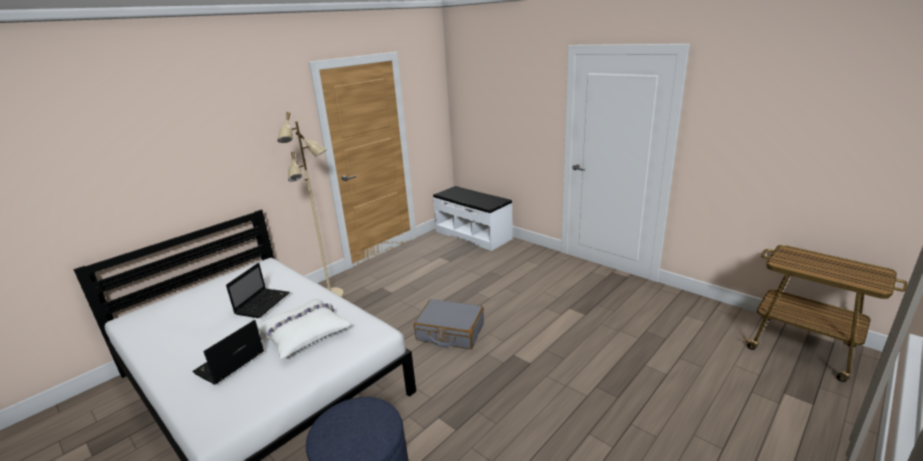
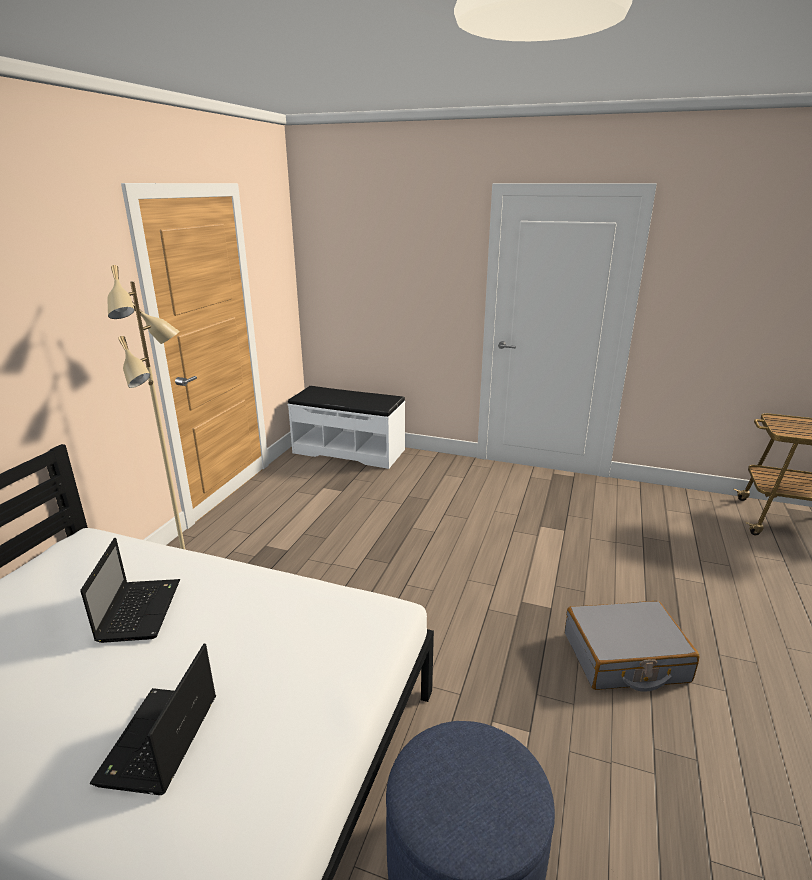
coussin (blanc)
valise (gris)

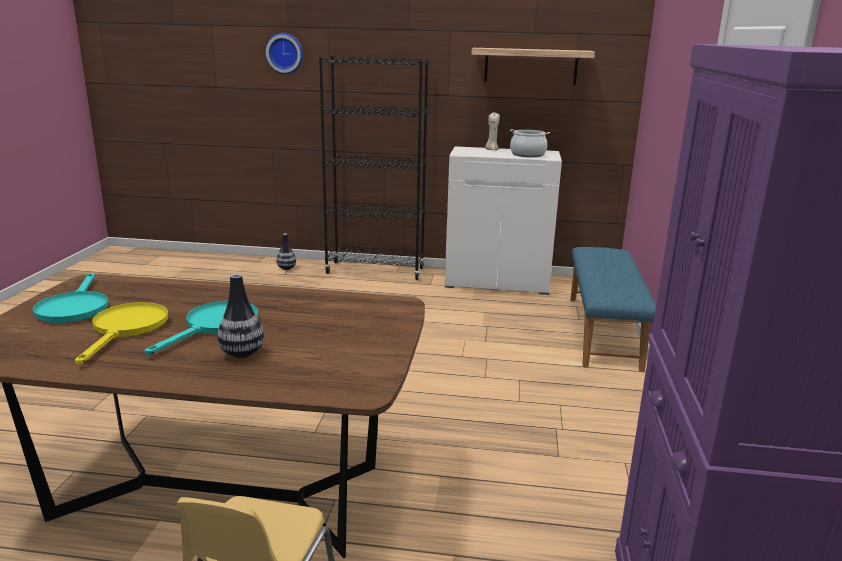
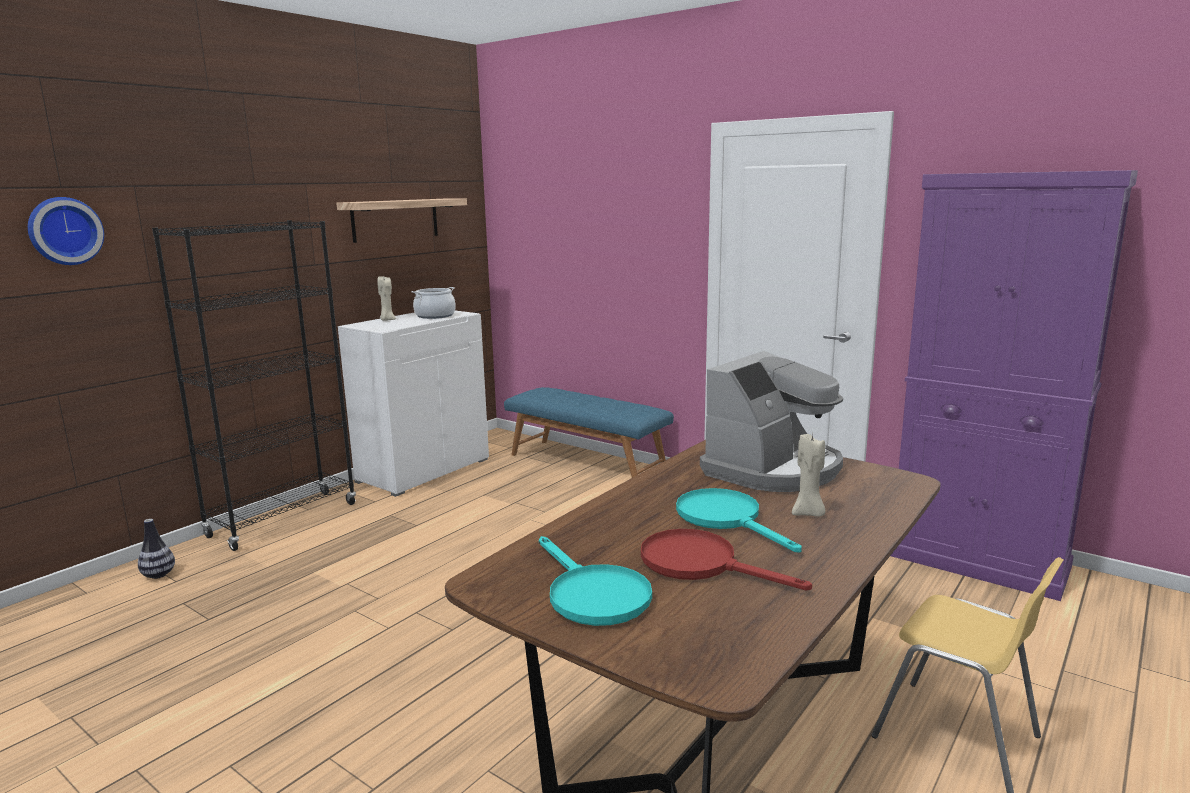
poêle (turquoise) (1st from left)
bougie (beige) (2nd from left)
poêle (rouge)
machine à café

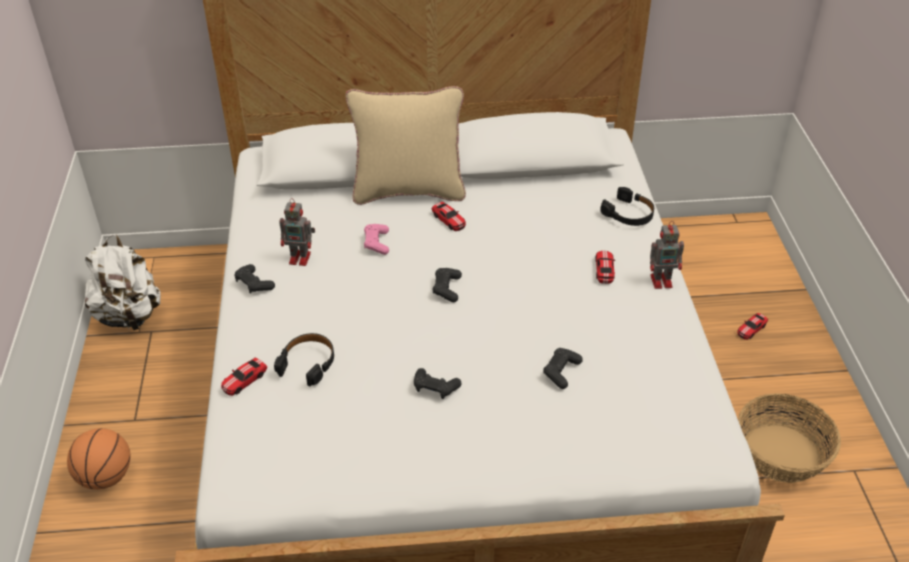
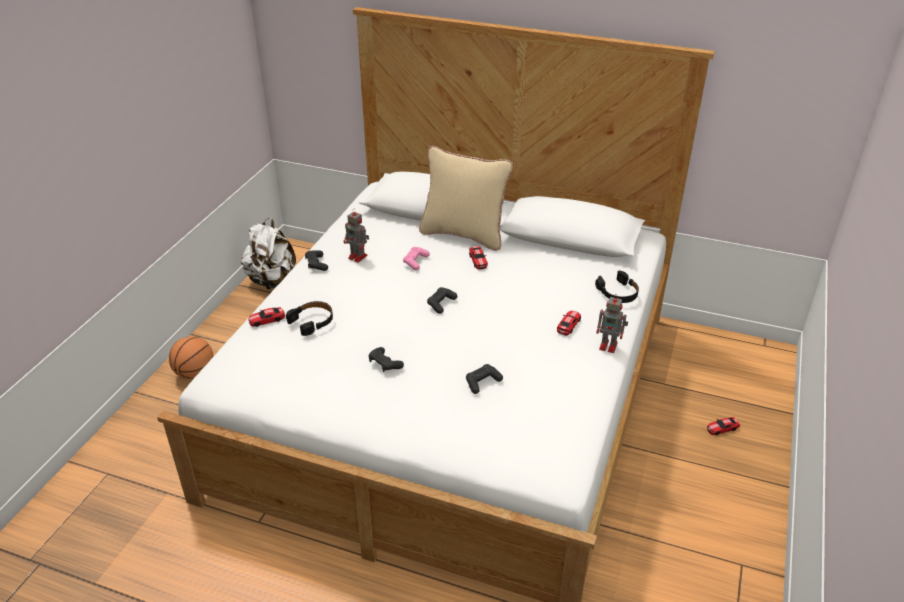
panier

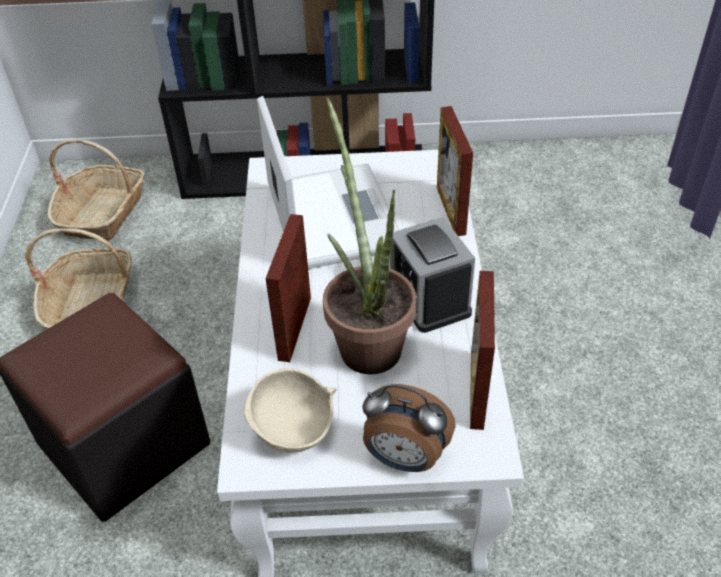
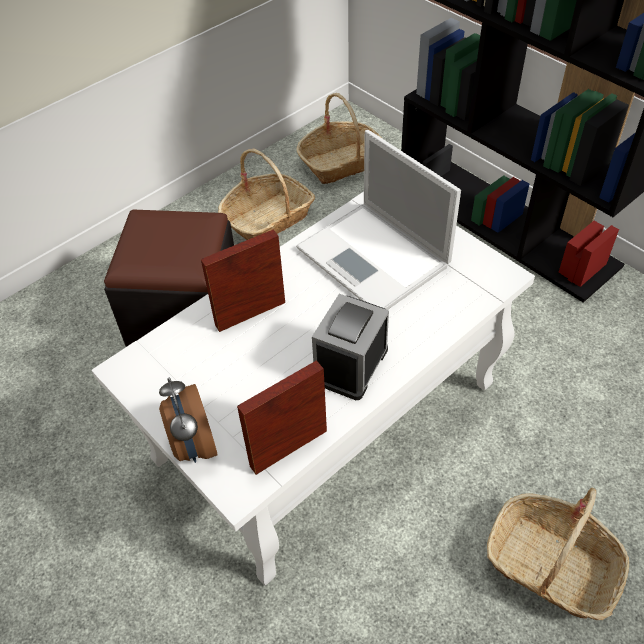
ordinateur portable
plante en pot
cadre photo (2nd from left in the first image)
bol (beige)
panier (3rd from left)

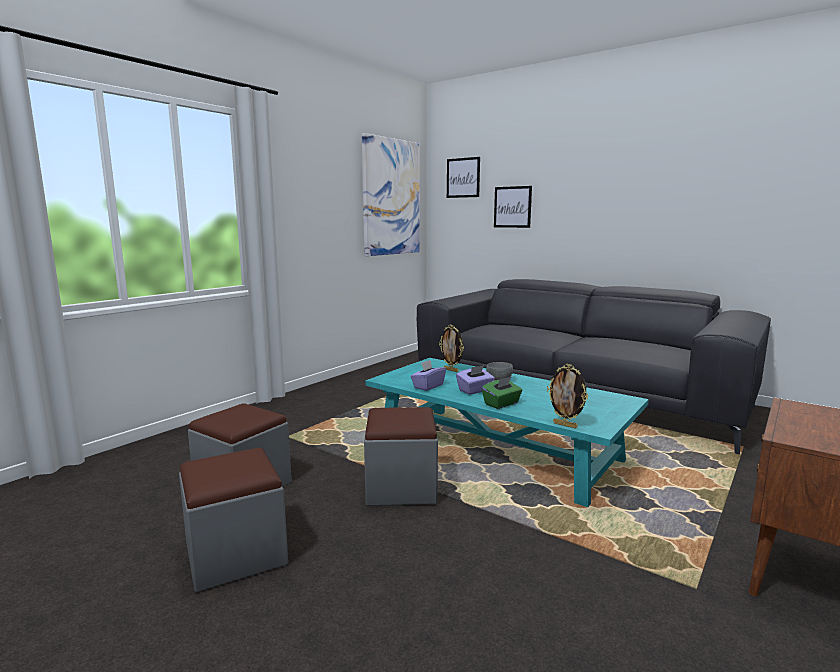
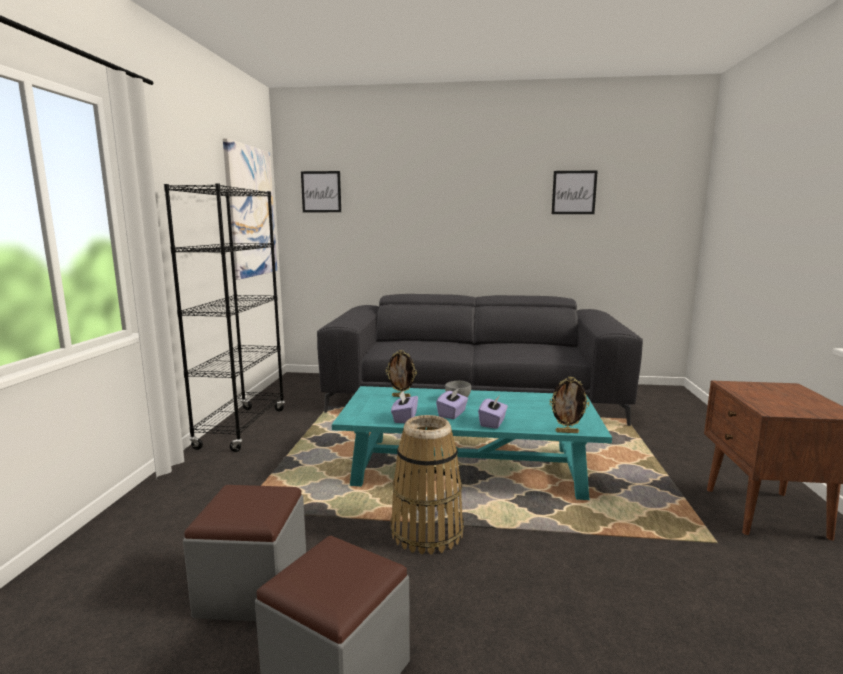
tableau (3rd from left)
boîte à mouchoirs (violet) (3rd from left)
panier
bibliothèque (noir)

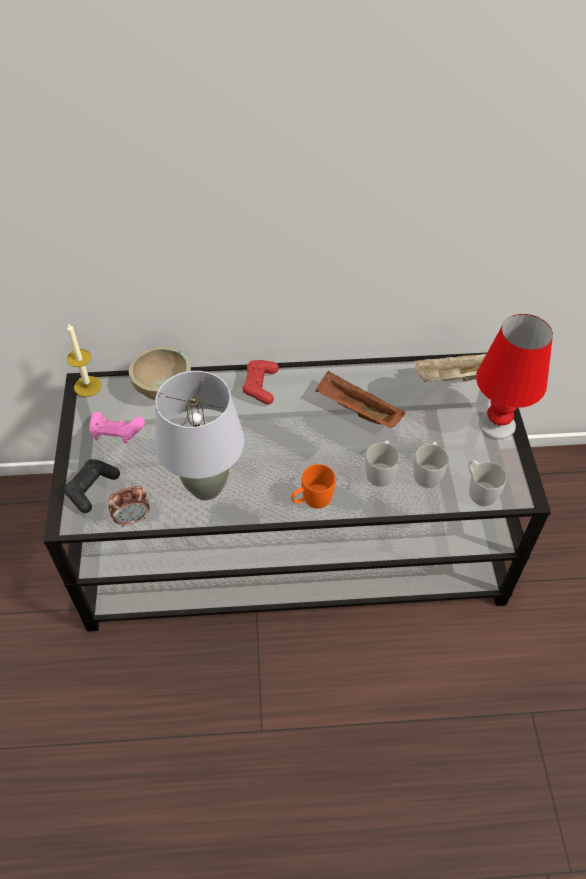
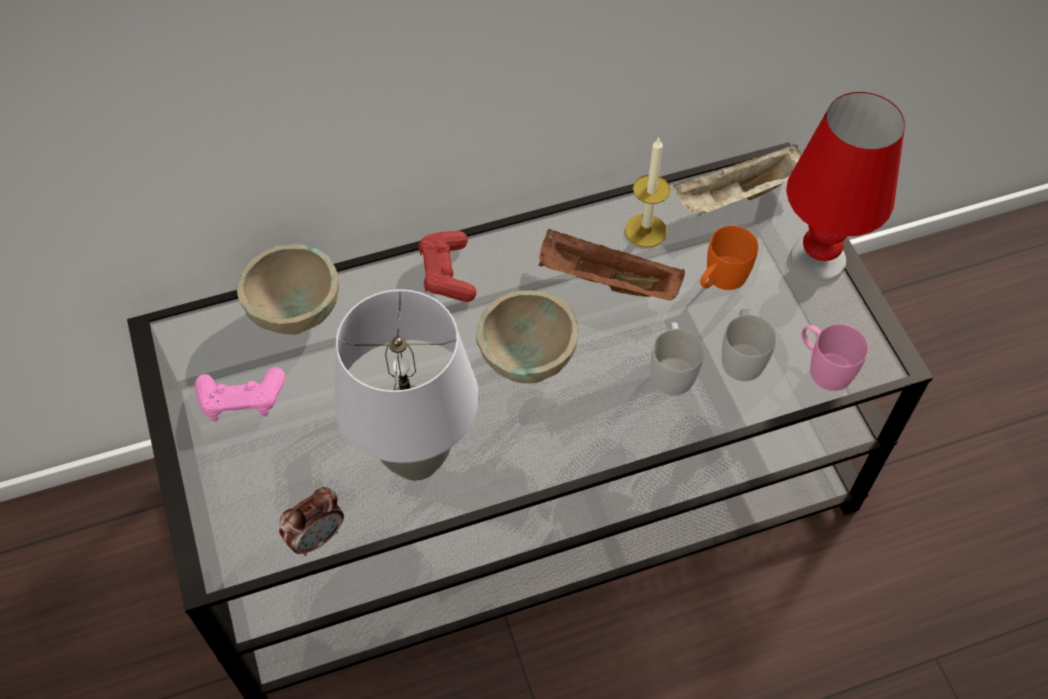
bougie
manette (noir)
mug (rose)
mug (orange)
bol (beige) (2nd from left)

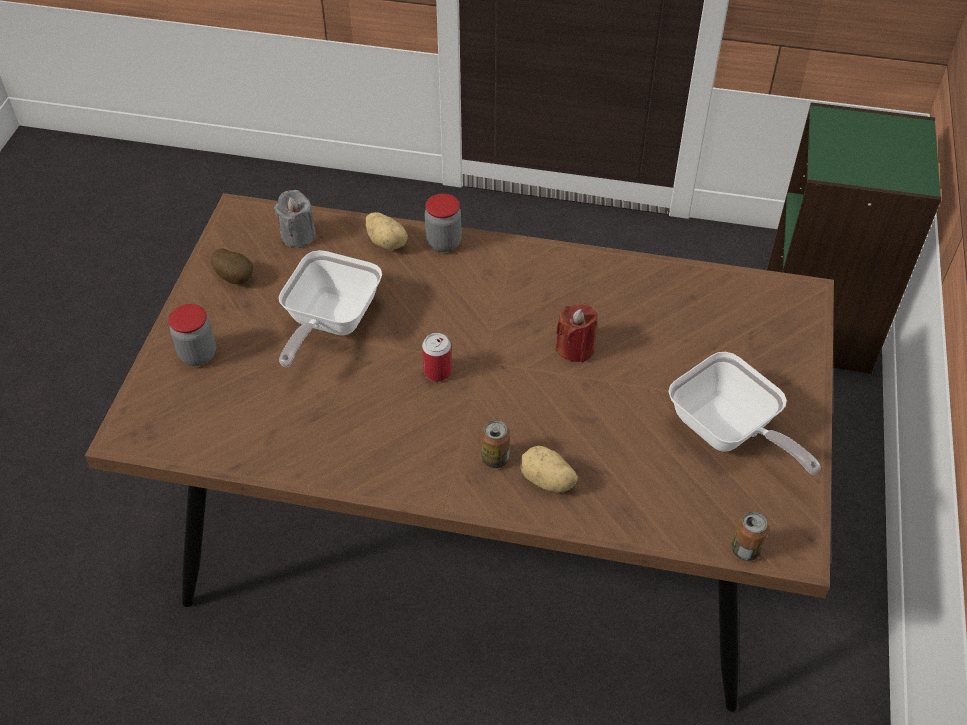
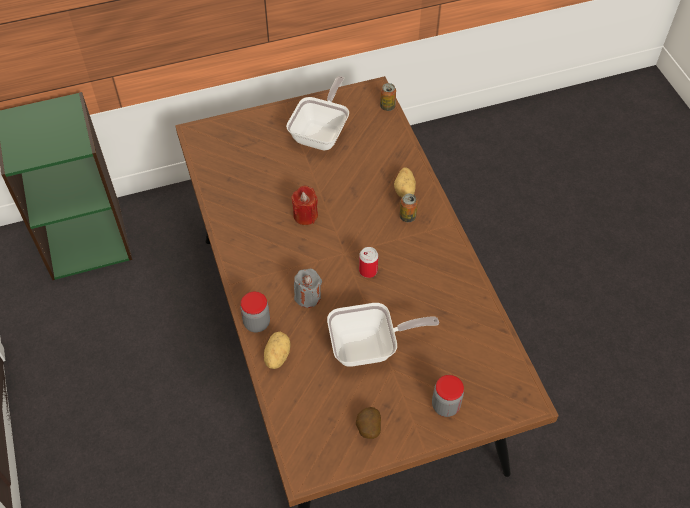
bougie (gris)

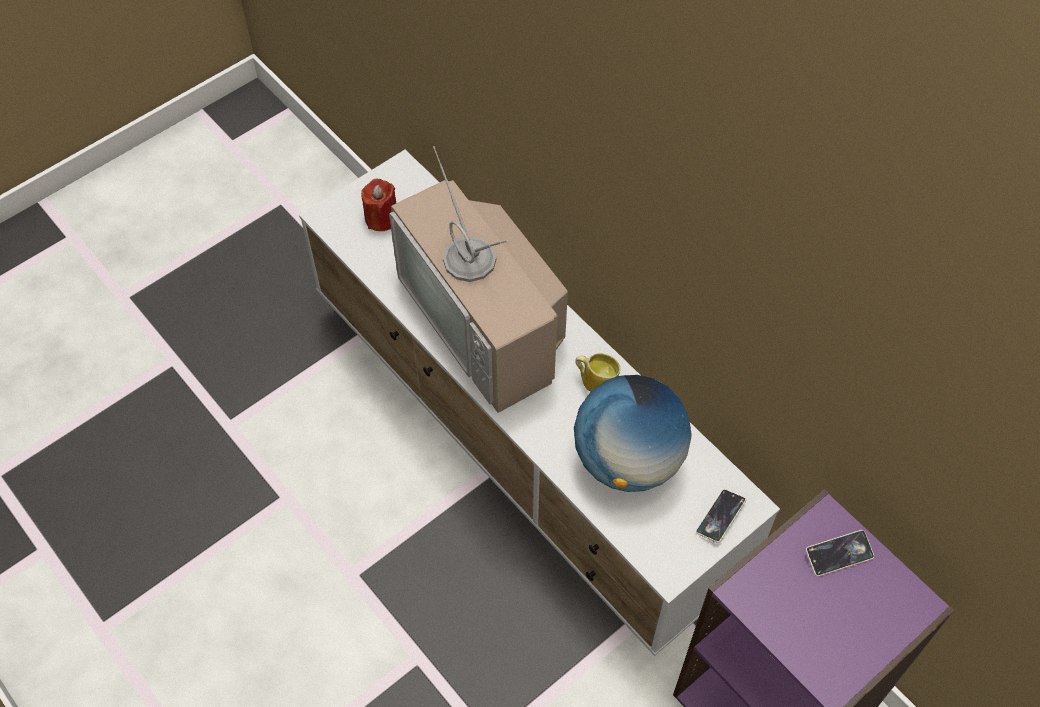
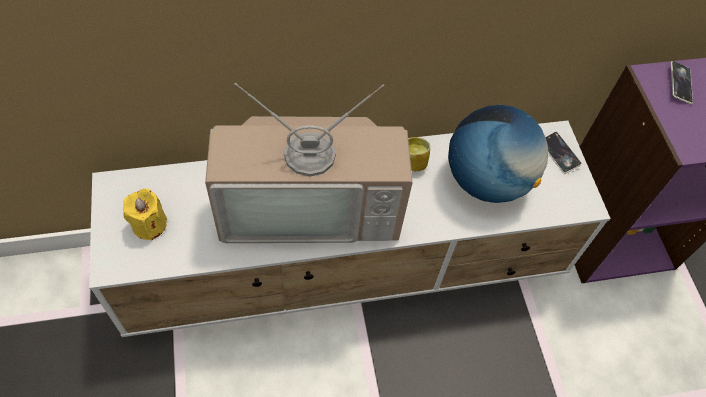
bougie (jaune)

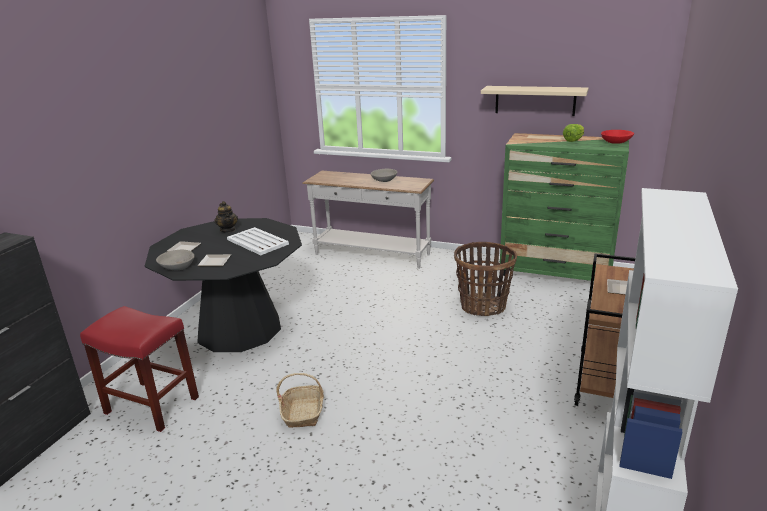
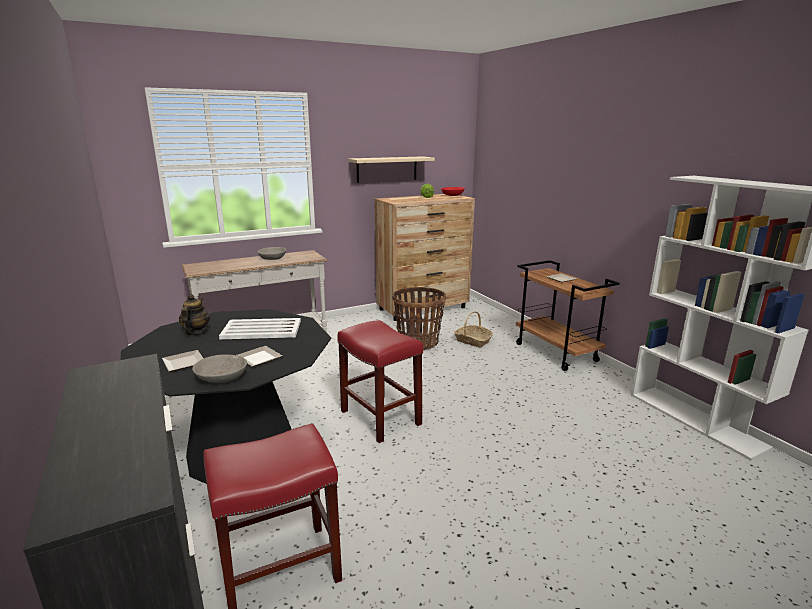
commode (marron)
théière
panier (2nd from left)
tabouret (rouge) (2nd from left)

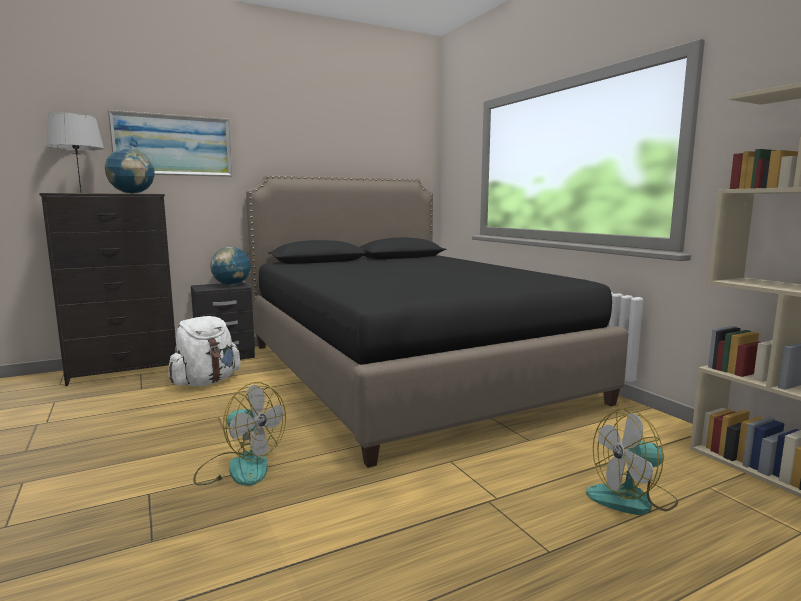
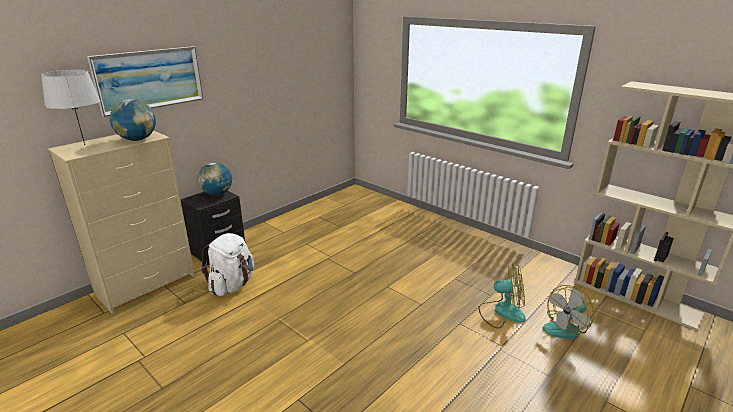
lit (noir)
commode (beige)
ventilateur (1st from left)

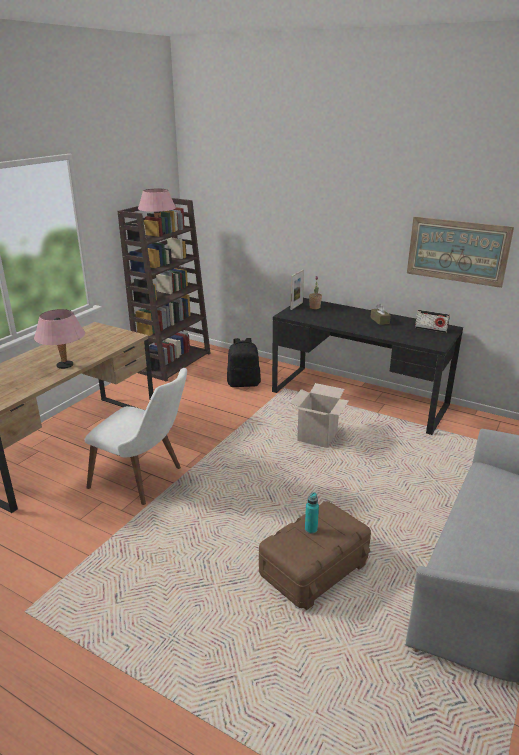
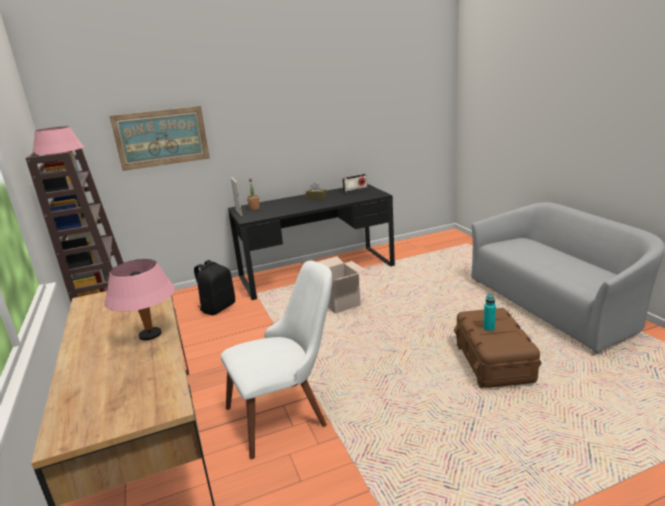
tableau

